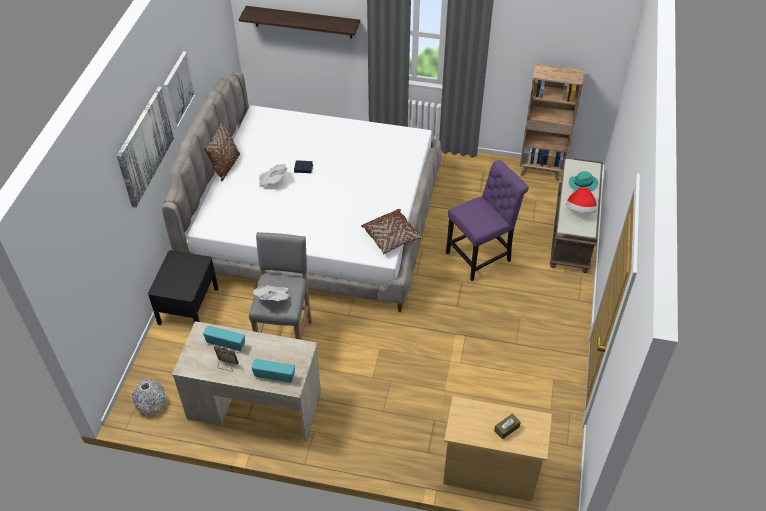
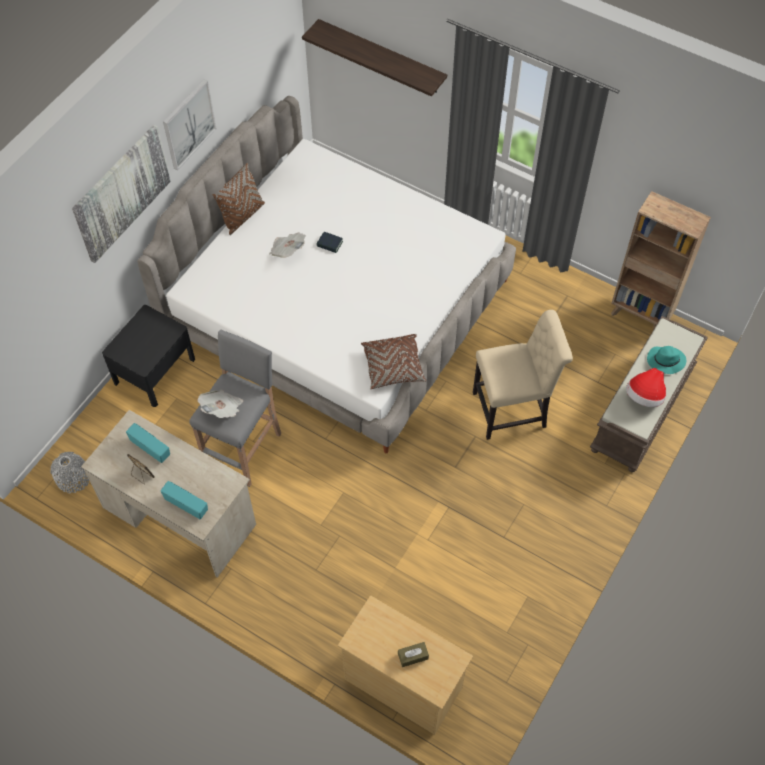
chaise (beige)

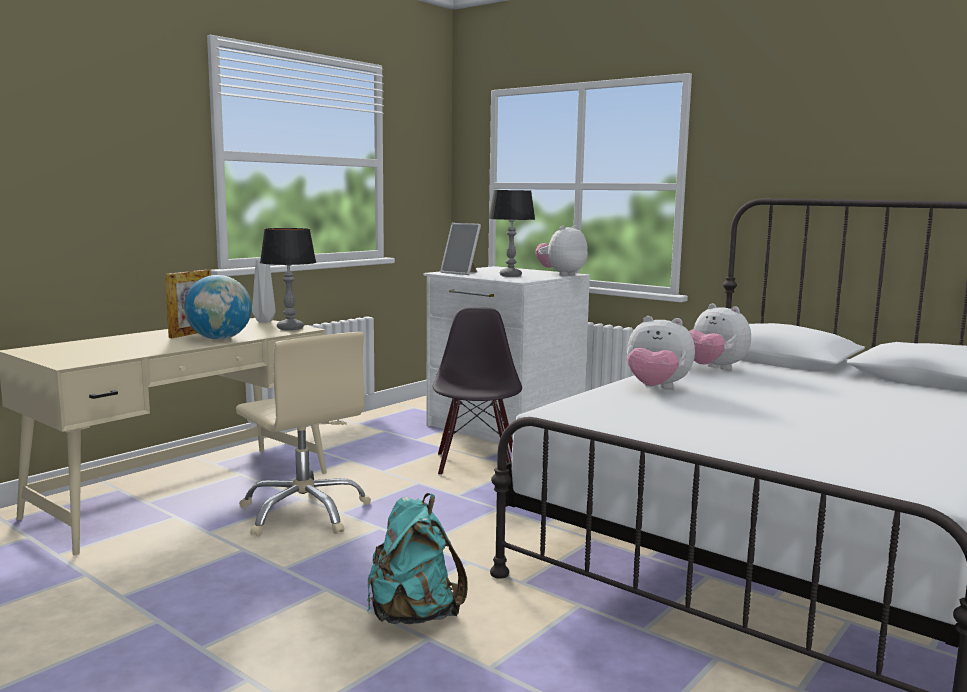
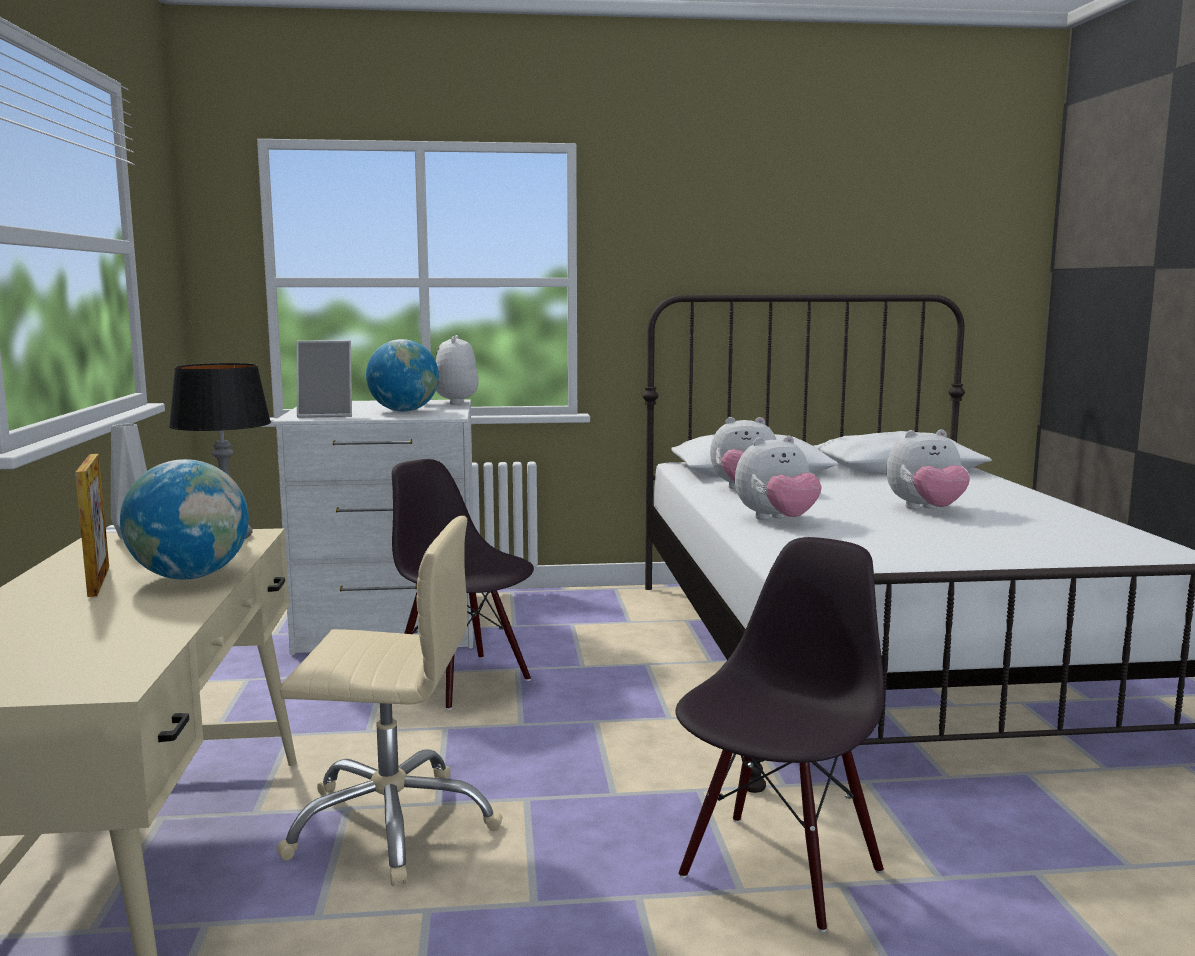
globe (2nd from left)
chaise (noir) (2nd from left)
peluche (4th from left)

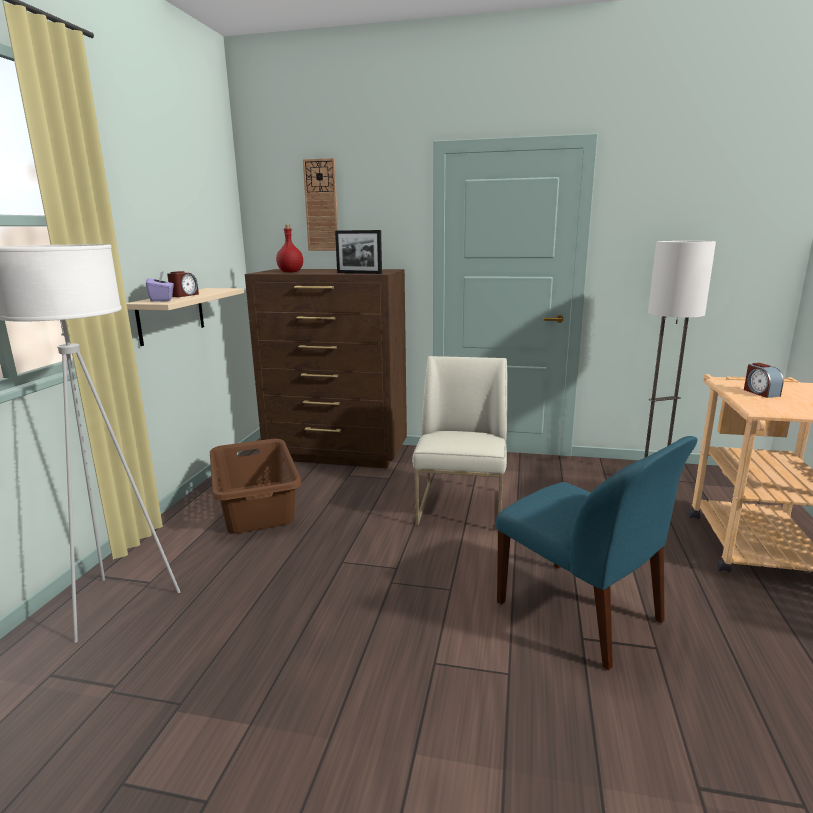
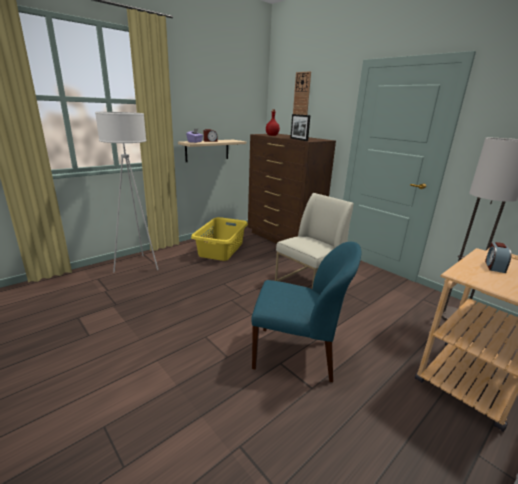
chaise (bleu)
panier à linge (jaune)

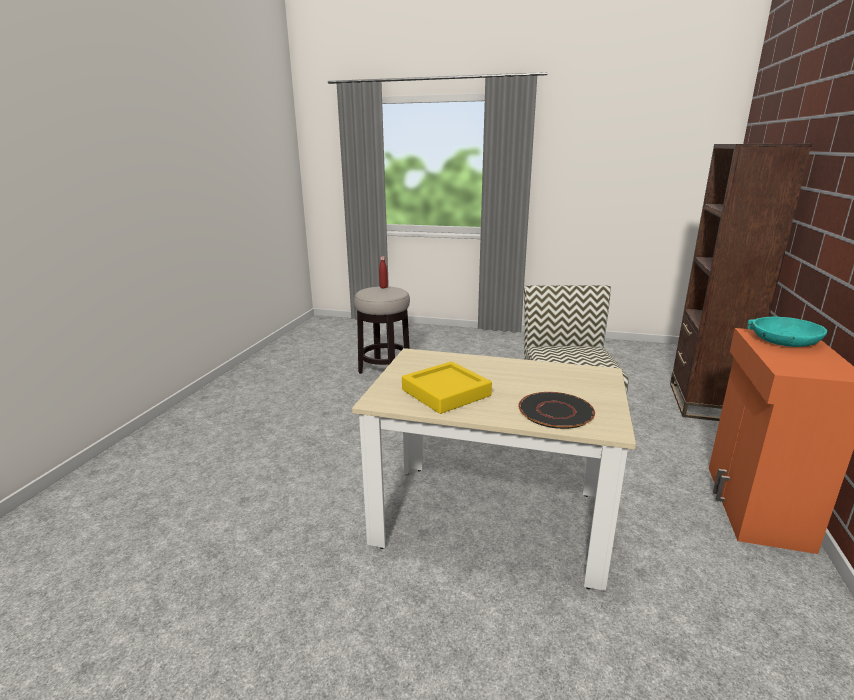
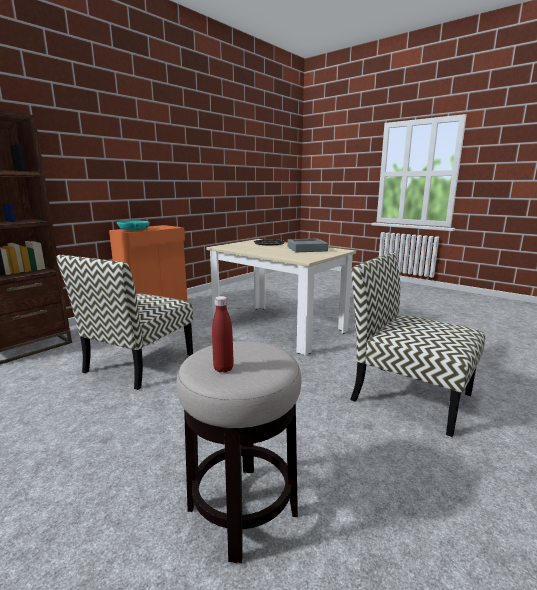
plateau (gris)
chaise (2nd from left)

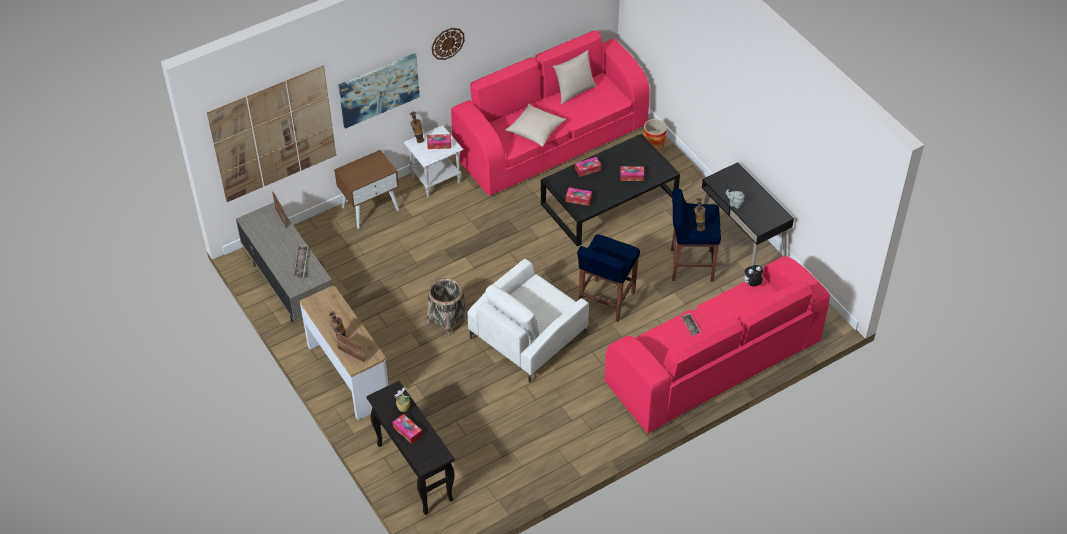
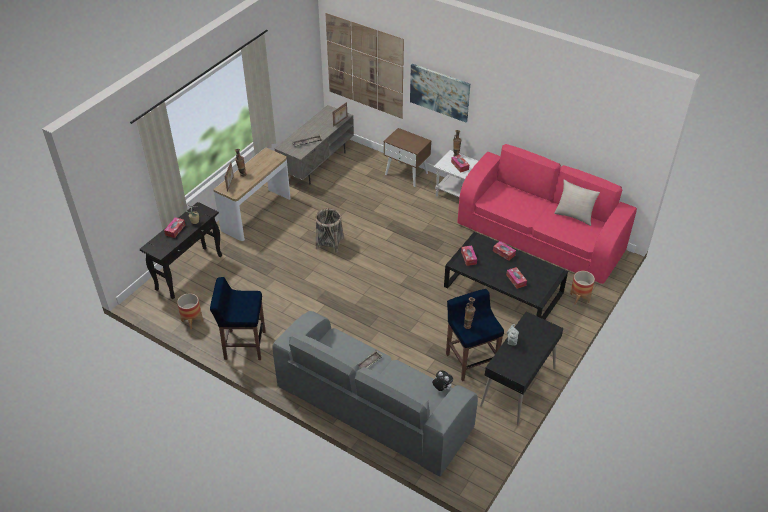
horloge murale
coussin (beige) (1st from left in the first image)
tabouret (bleu) (1st from left)
canapé (gris)
fauteuil (blanc)
cache-pot (1st from left)

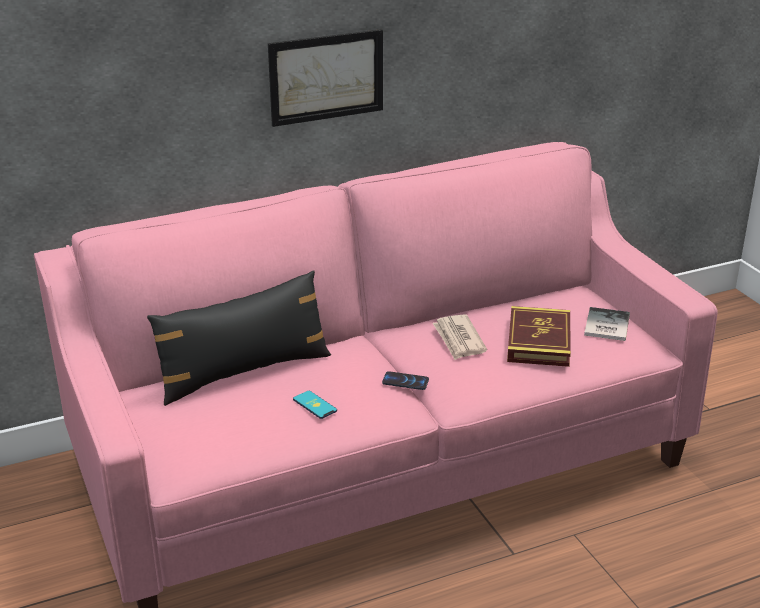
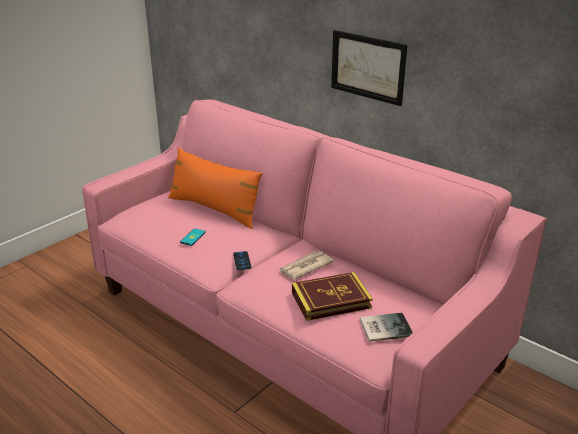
coussin (orange)

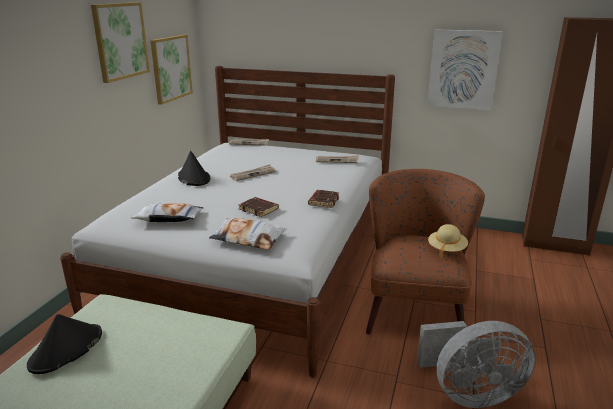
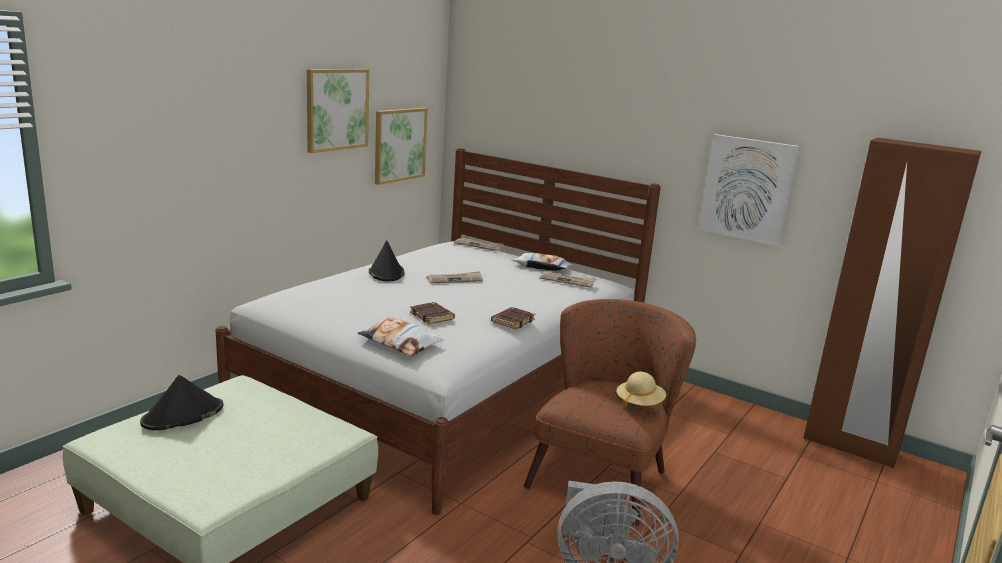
coussin (2nd from left)

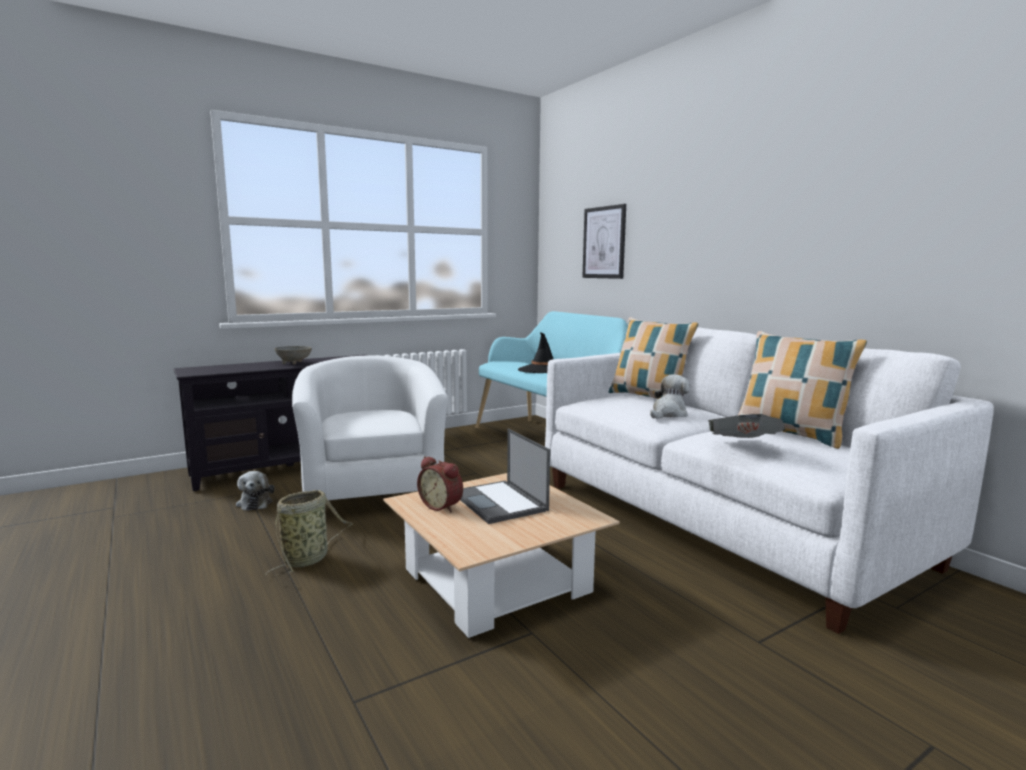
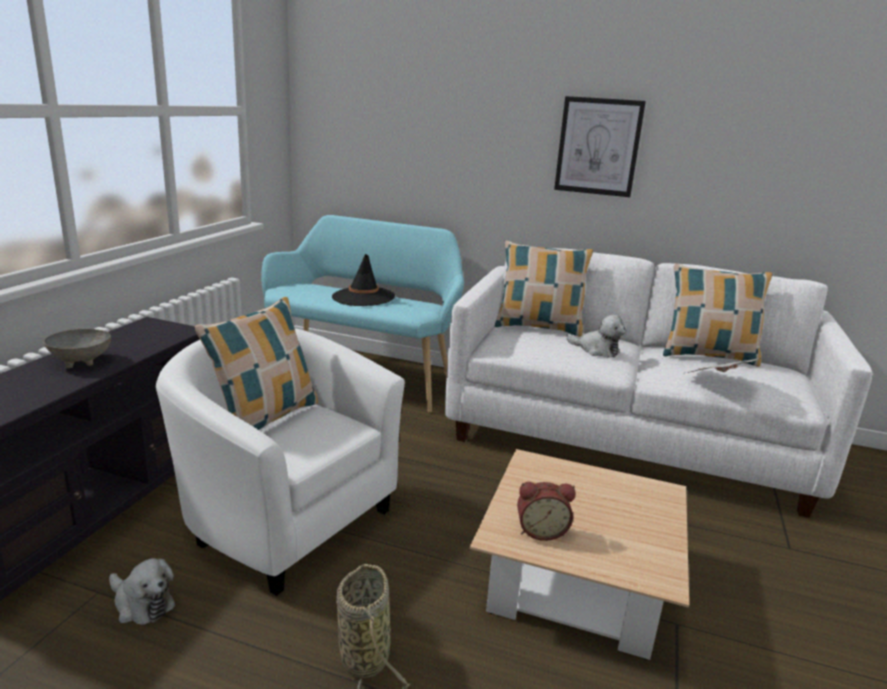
tableau
peluche (2nd from left)
ordinateur portable
coussin (1st from left)

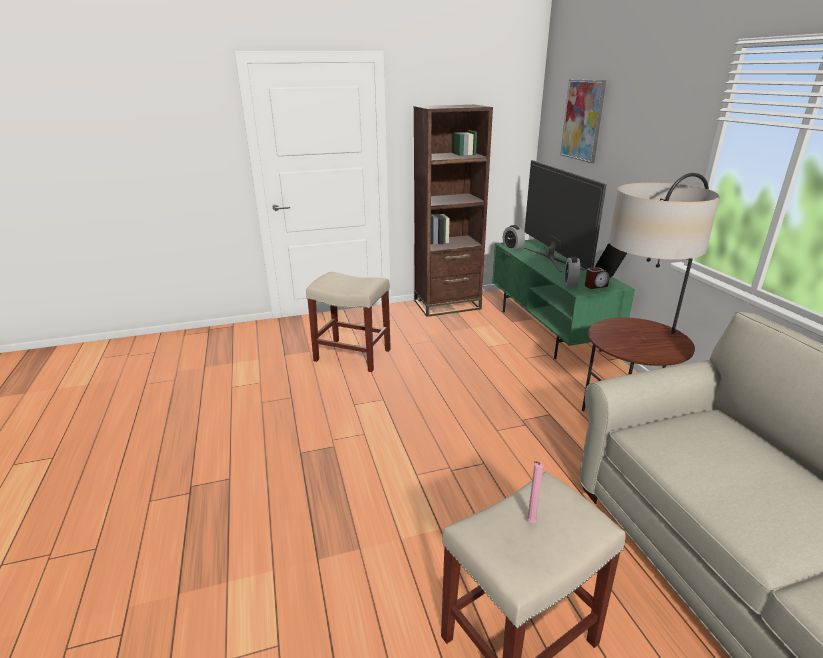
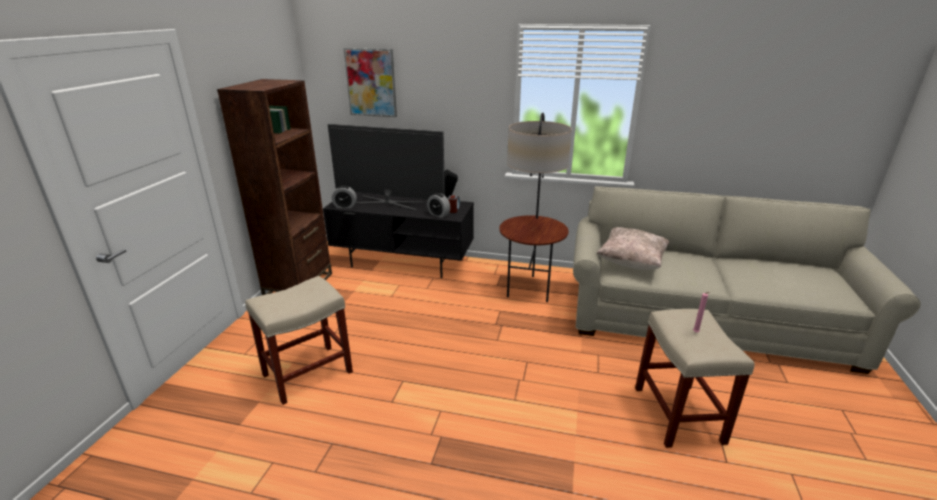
meuble télé (noir)
coussin (beige)

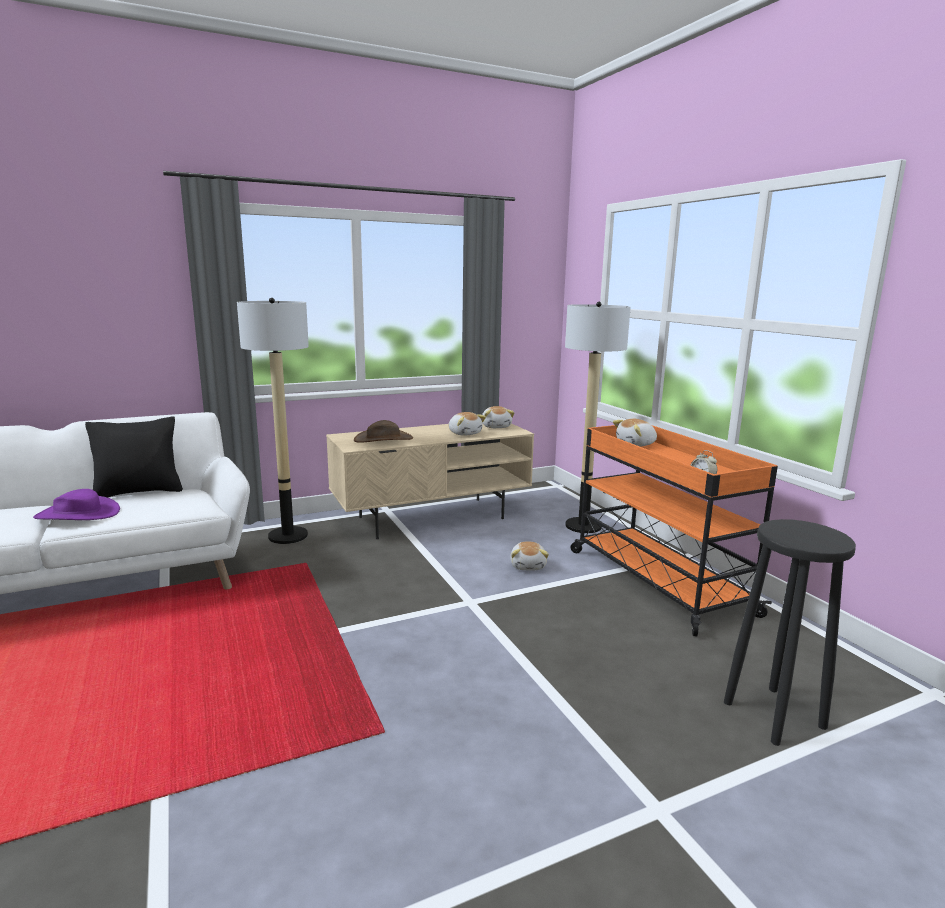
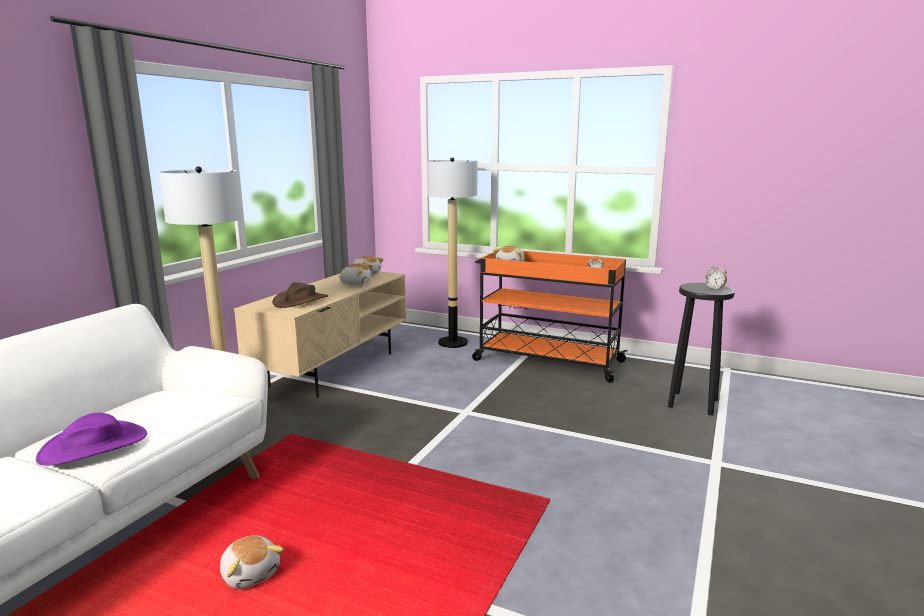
coussin (noir)
peluche (1st from left)
réveil (2nd from left)

